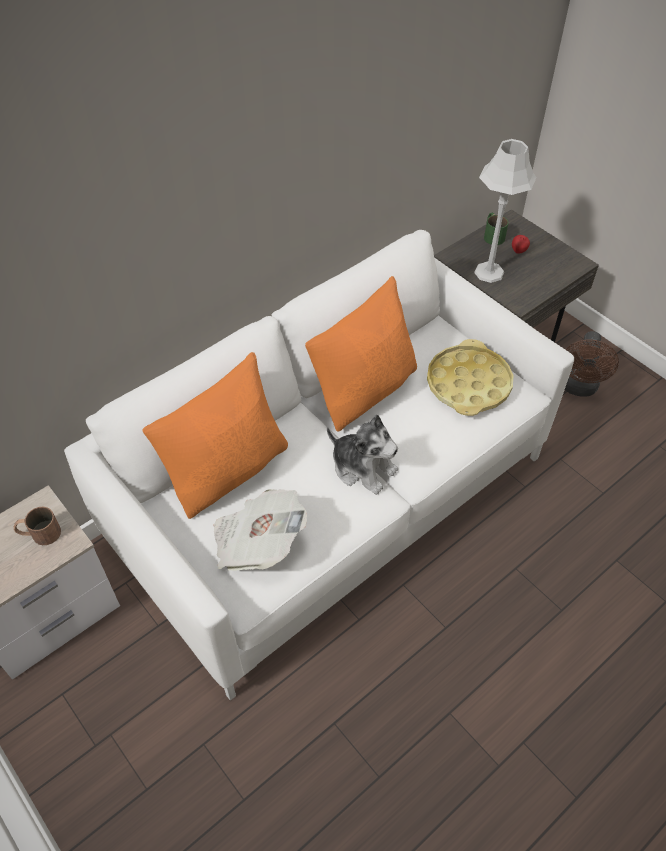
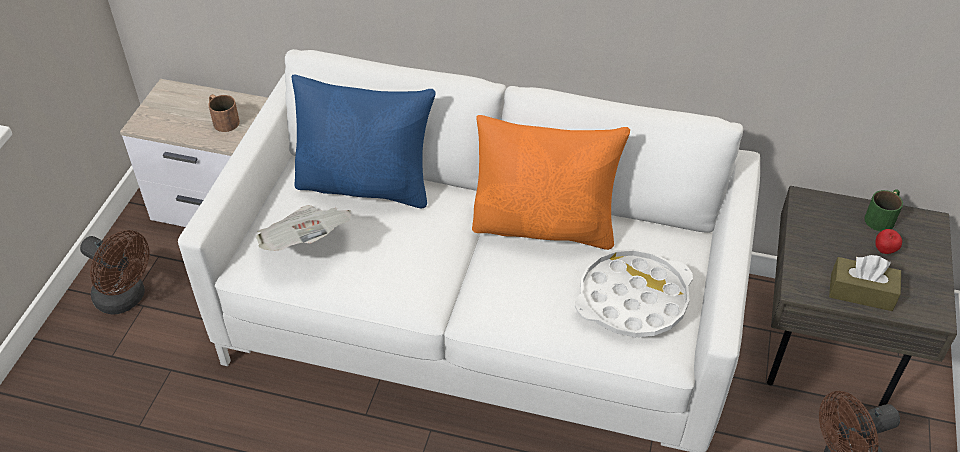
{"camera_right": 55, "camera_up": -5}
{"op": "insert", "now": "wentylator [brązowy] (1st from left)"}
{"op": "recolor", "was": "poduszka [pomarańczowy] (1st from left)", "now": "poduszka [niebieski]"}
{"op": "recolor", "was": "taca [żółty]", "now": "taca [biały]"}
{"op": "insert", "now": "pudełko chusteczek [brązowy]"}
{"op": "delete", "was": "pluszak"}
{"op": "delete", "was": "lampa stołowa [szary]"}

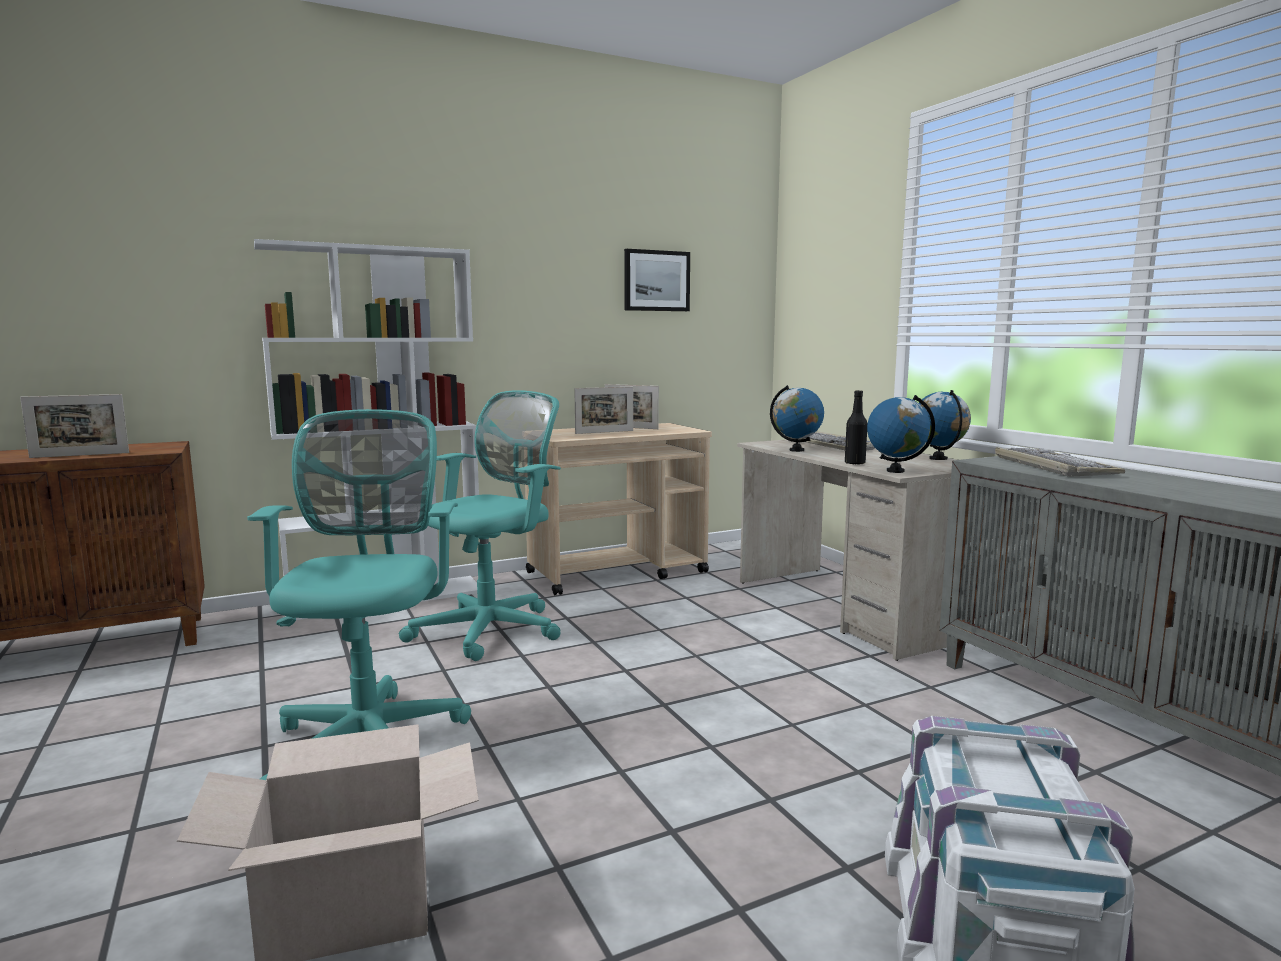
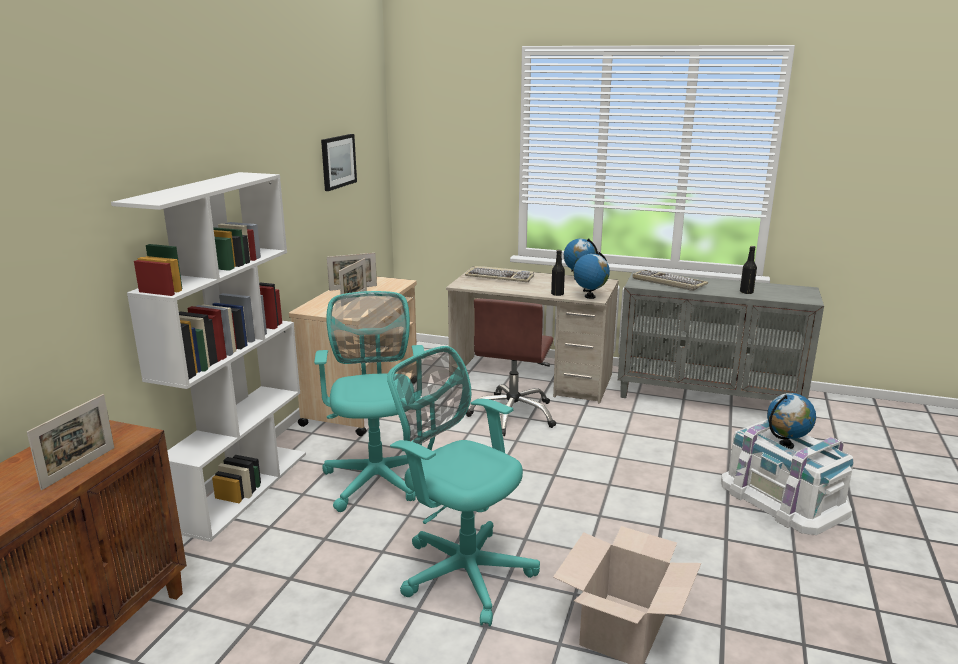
{"camera_right": -45, "camera_up": 10}
{"op": "insert", "now": "krzesło biurowe [brązowy]"}
{"op": "insert", "now": "butelka [czarny] (2nd from left)"}
{"op": "move", "was": "globus (1st from left in the first image)", "now": "globus (3rd from left)"}

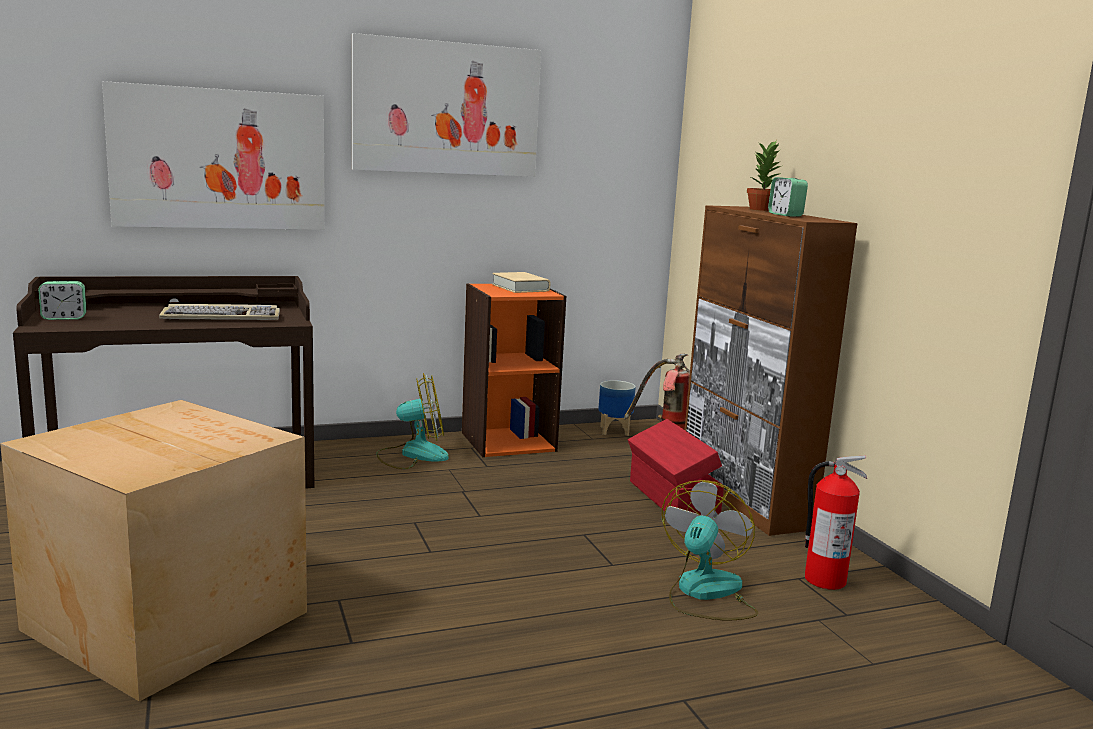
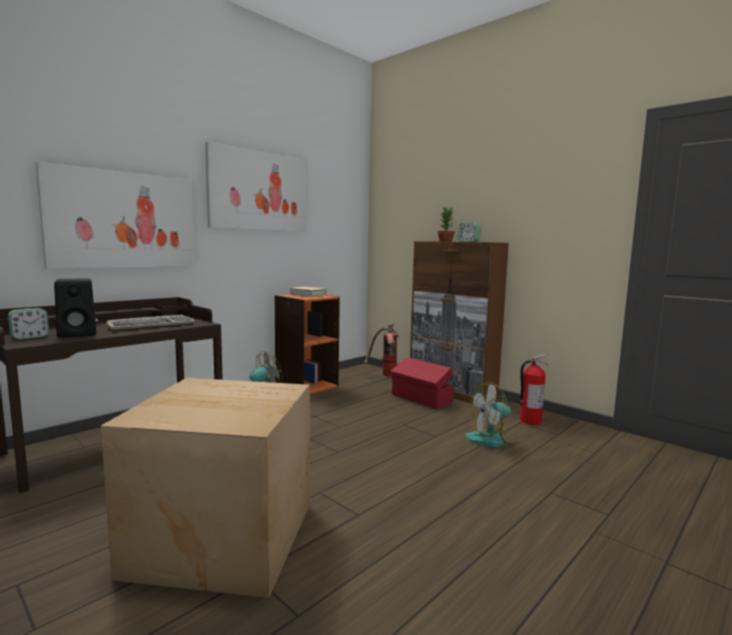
{"camera_right": -25, "camera_up": -5}
{"op": "insert", "now": "głośnik [czarny]"}
{"op": "rotate", "was": "wentylator (2nd from left)", "clockwise": -105}
{"op": "delete", "was": "donica"}

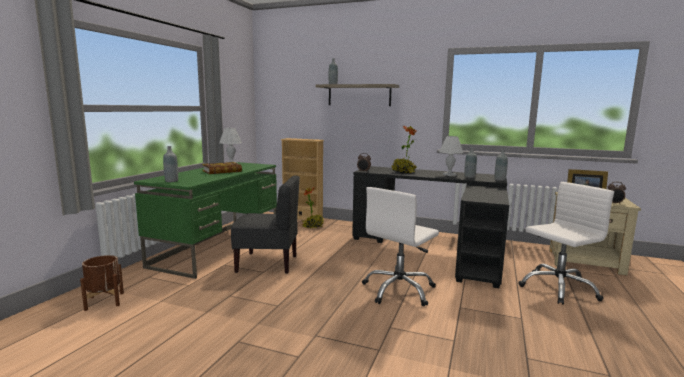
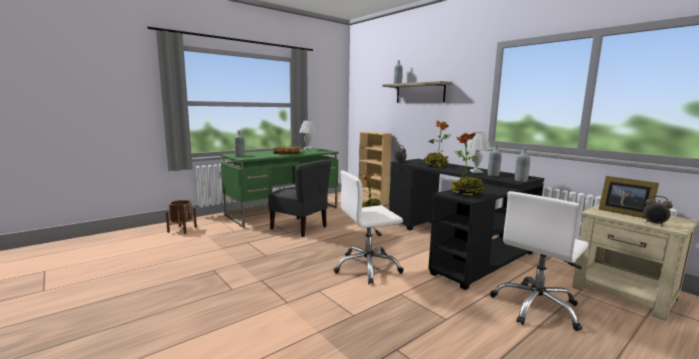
{"camera_right": 30, "camera_up": 0}
{"op": "insert", "now": "roślina doniczkowa (3rd from left)"}
{"op": "rotate", "was": "krzesło biurowe [biały] (2nd from left)", "clockwise": 135}

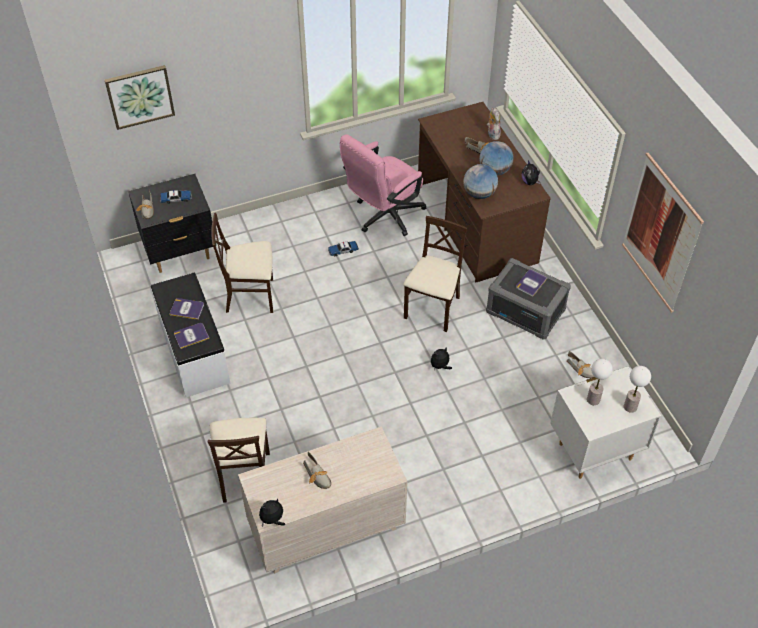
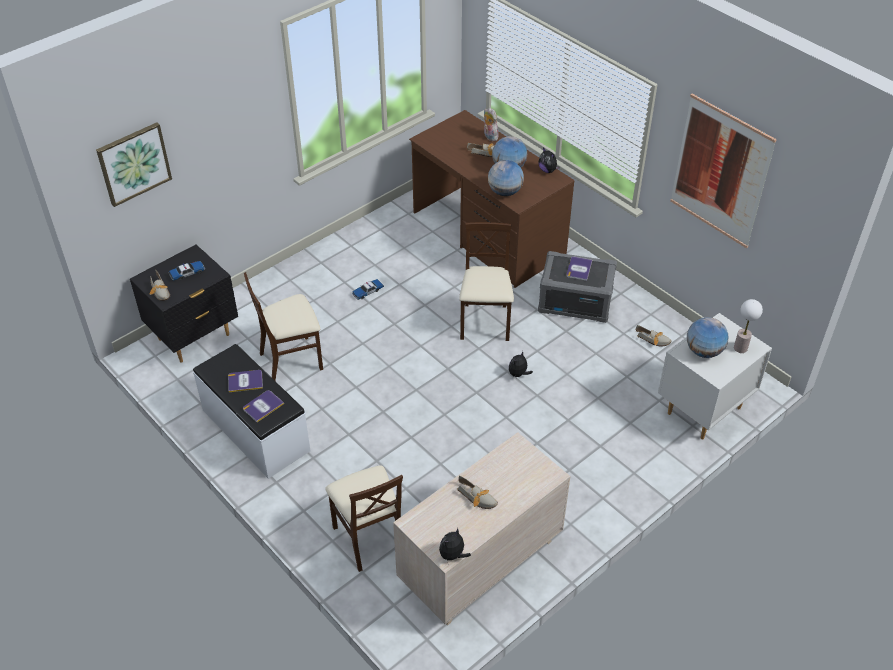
{"camera_right": -20, "camera_up": -5}
{"op": "replace", "was": "lampa stołowa (1st from left)", "now": "globus (3rd from left)"}
{"op": "delete", "was": "krzesło biurowe [różowy]"}

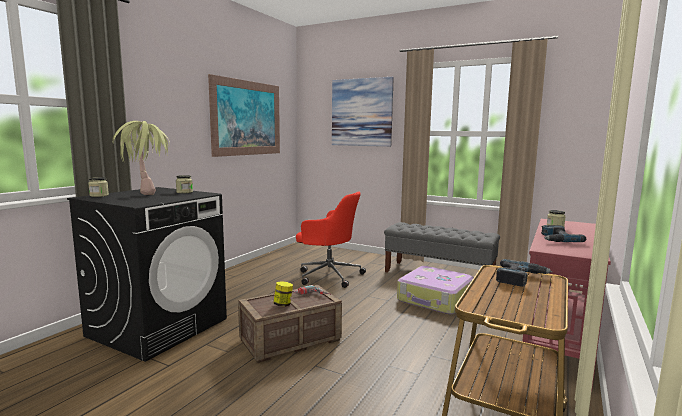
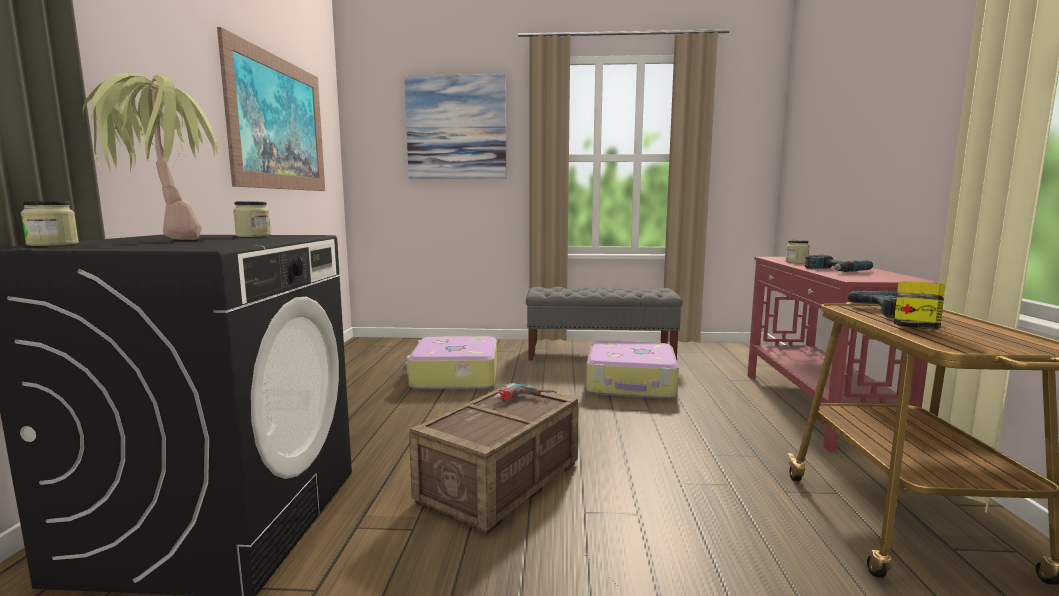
{"camera_right": -25, "camera_up": 0}
{"op": "replace", "was": "krzesło biurowe [czerwony]", "now": "walizka (1st from left)"}
{"op": "move", "was": "słoik (3rd from left in the first image)", "now": "słoik (4th from left)"}

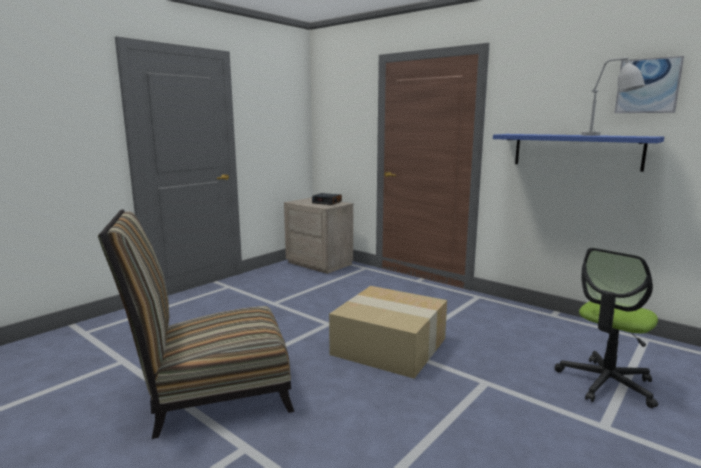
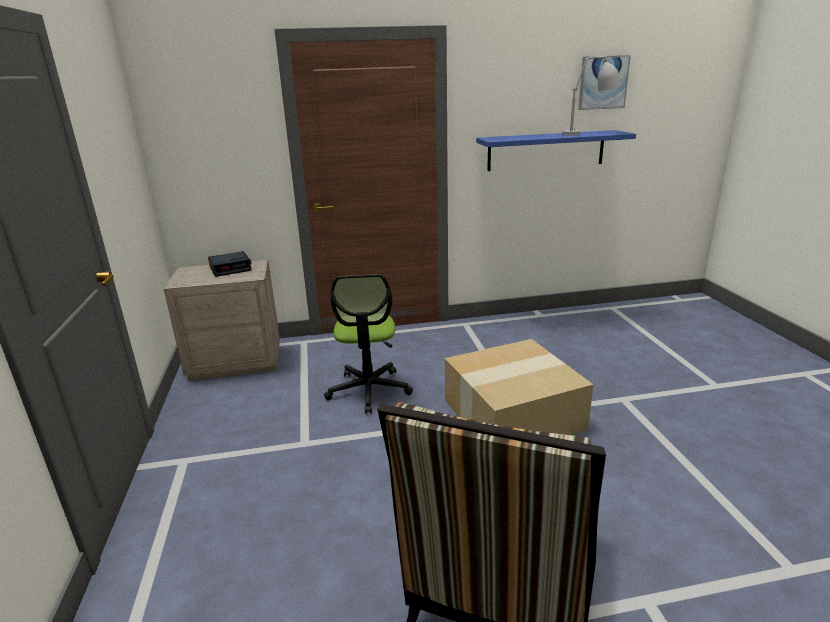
{"camera_right": -50, "camera_up": 10}
{"op": "move", "was": "krzesło biurowe"}

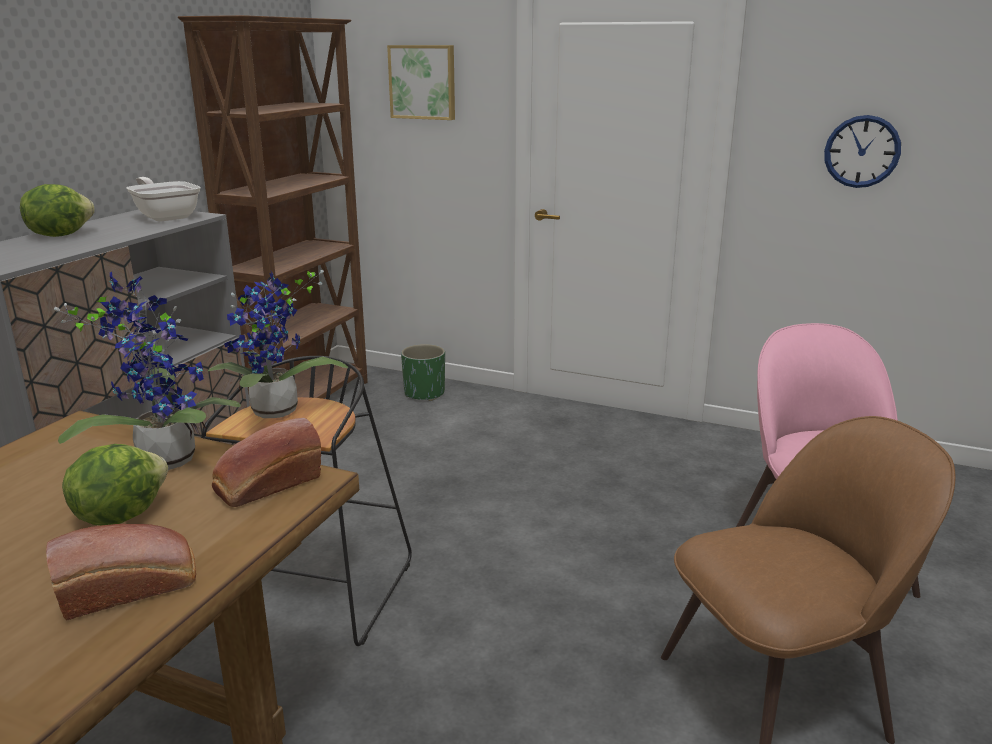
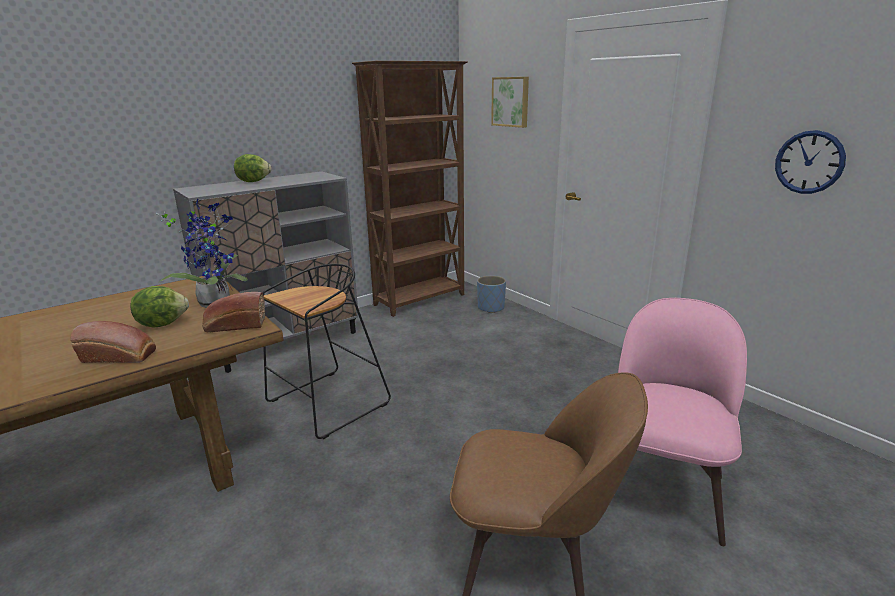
{"camera_right": 30, "camera_up": 0}
{"op": "recolor", "was": "donica [zielony]", "now": "donica [niebieski]"}
{"op": "delete", "was": "patelnia"}
{"op": "delete", "was": "roślina doniczkowa (2nd from left)"}

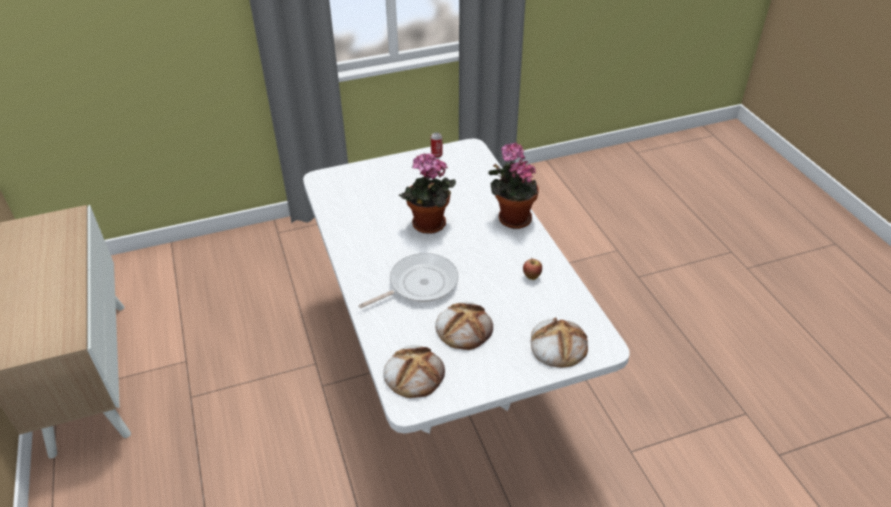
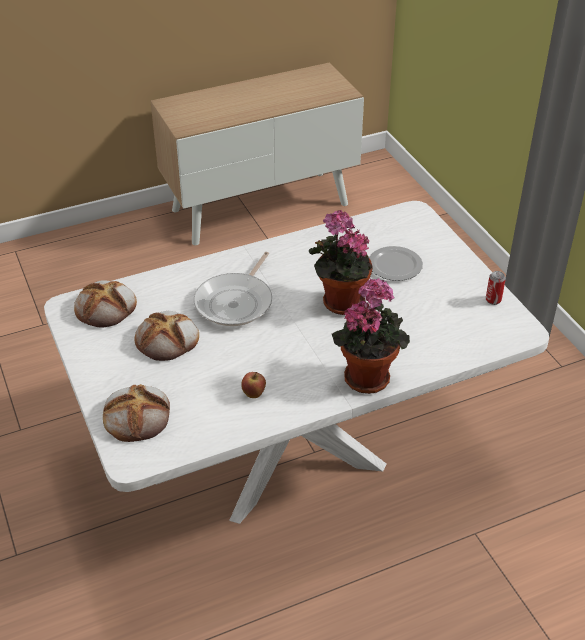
{"camera_right": 85, "camera_up": 0}
{"op": "rotate", "was": "patelnia", "clockwise": 60}
{"op": "insert", "now": "talerz"}

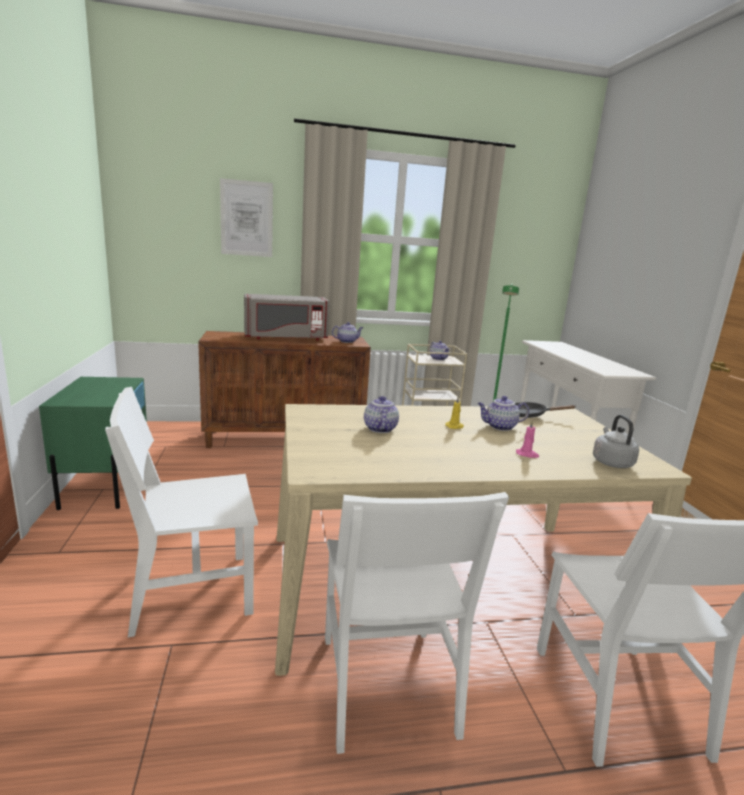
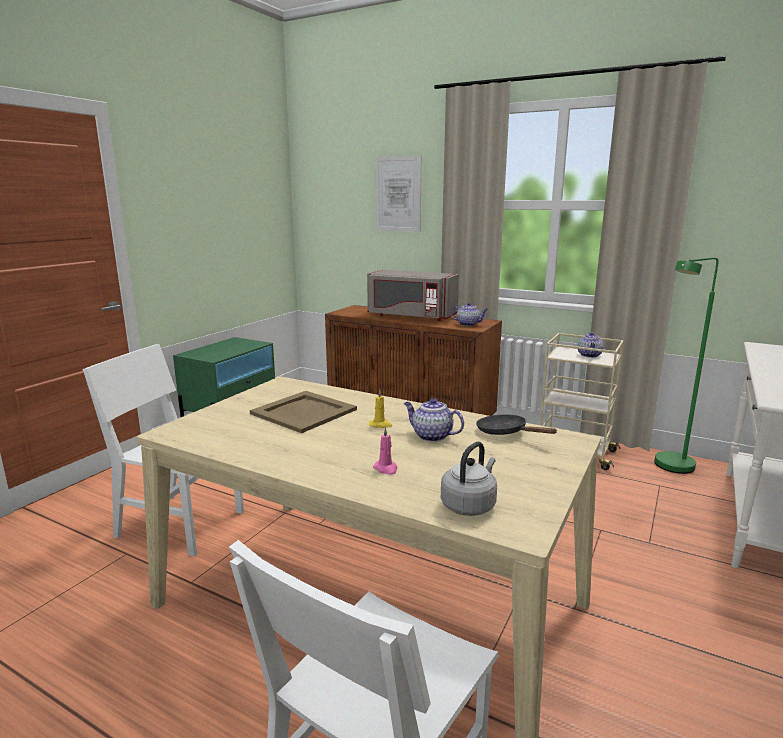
{"camera_right": 40, "camera_up": 0}
{"op": "replace", "was": "imbryk (2nd from left)", "now": "taca [beżowy]"}
{"op": "delete", "was": "krzesło [biały] (2nd from left)"}

